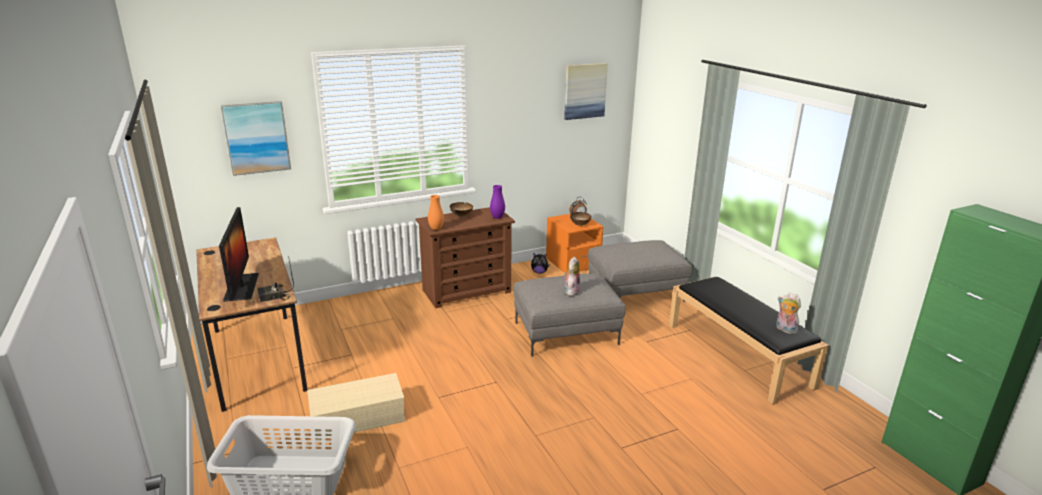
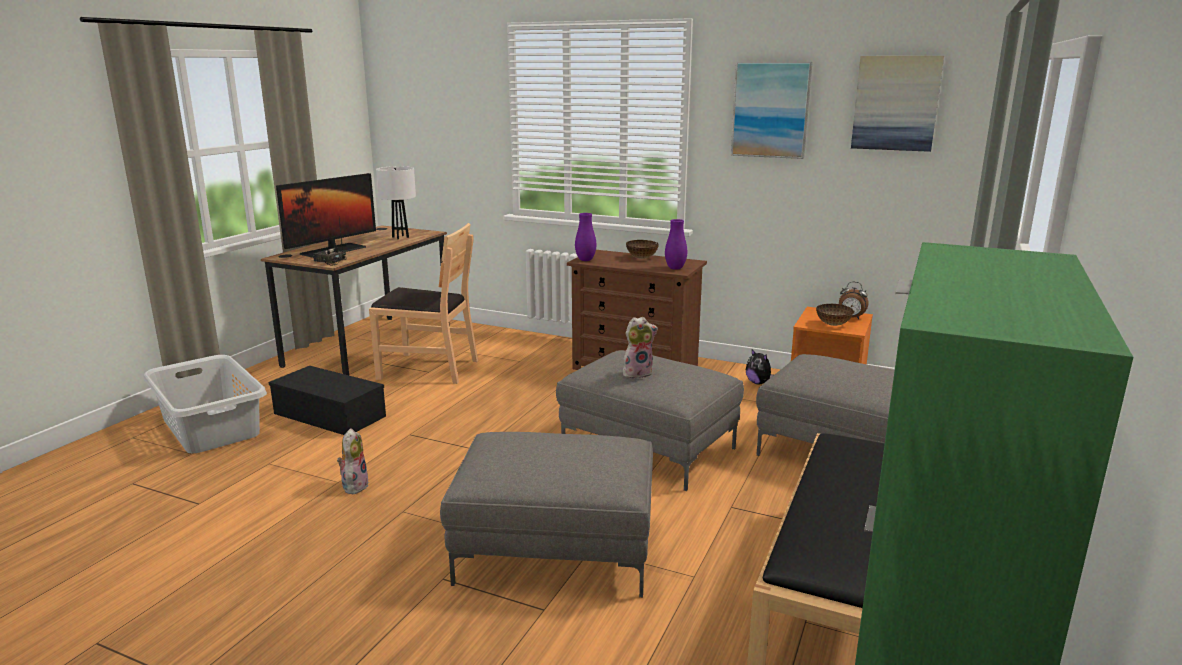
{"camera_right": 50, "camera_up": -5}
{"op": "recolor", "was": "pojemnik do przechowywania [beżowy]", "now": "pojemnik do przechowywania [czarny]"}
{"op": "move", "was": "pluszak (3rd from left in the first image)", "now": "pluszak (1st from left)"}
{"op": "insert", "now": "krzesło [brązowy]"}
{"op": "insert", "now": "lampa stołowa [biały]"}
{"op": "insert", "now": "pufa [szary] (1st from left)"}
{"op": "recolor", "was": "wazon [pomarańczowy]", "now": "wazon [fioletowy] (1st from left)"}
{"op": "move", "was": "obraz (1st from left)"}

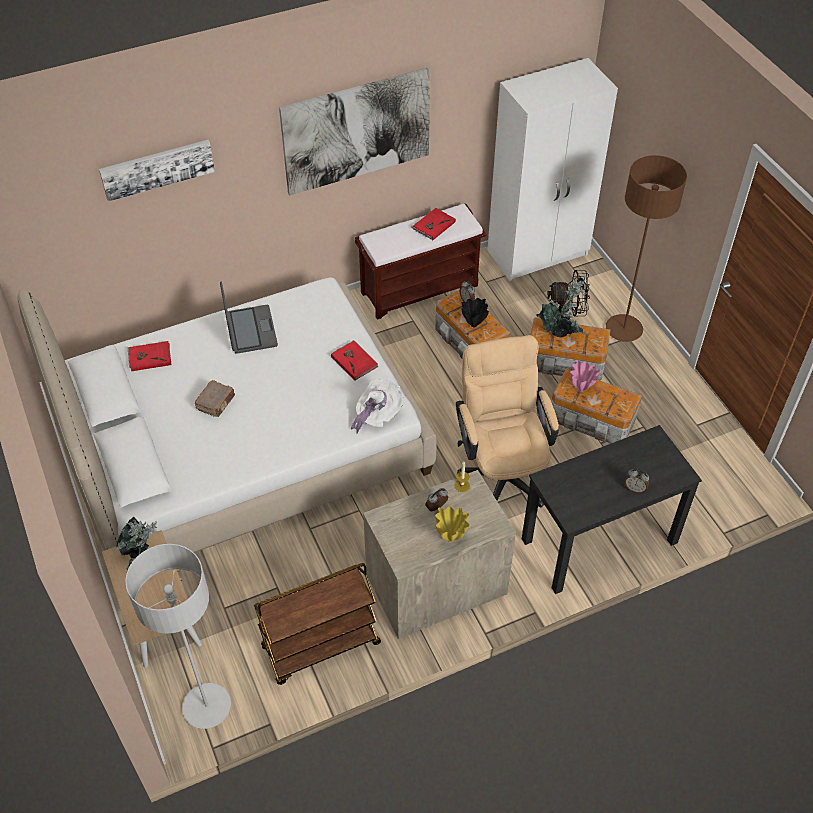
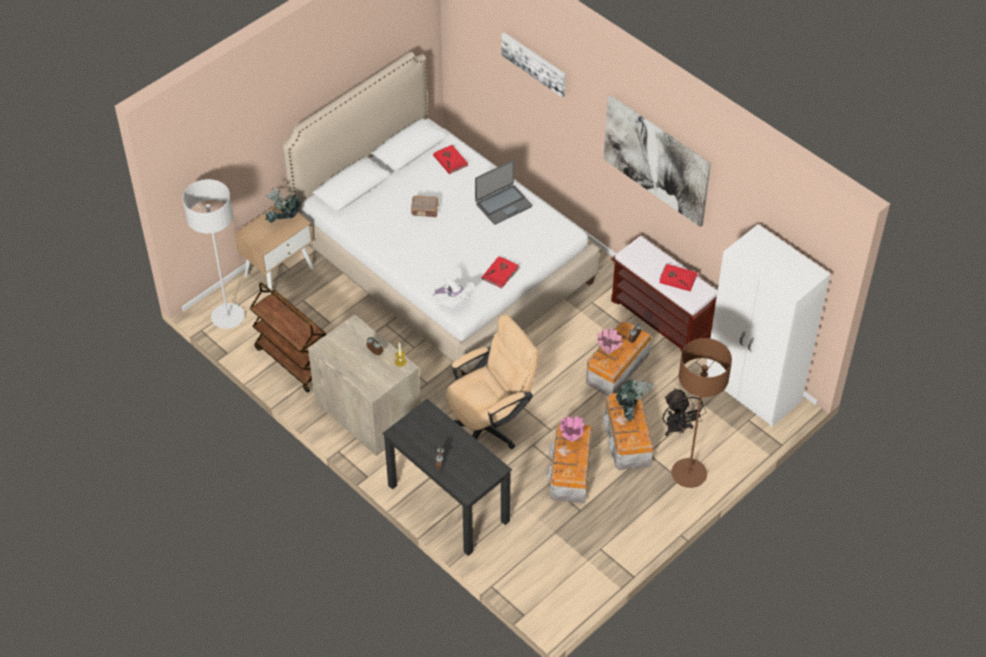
{"camera_right": 70, "camera_up": 0}
{"op": "recolor", "was": "wazon [czarny]", "now": "wazon [różowy] (2nd from left)"}
{"op": "delete", "was": "wazon [żółty]"}

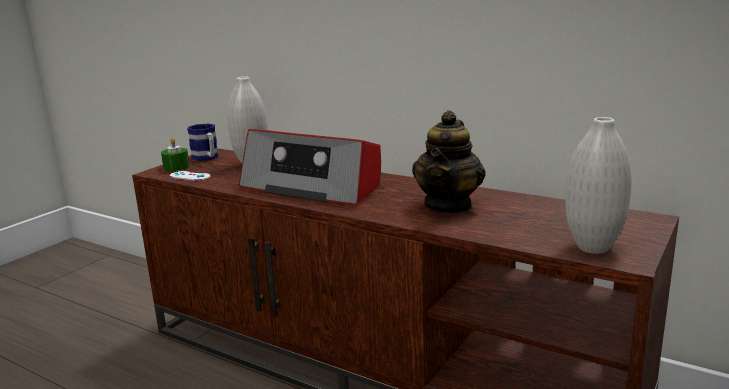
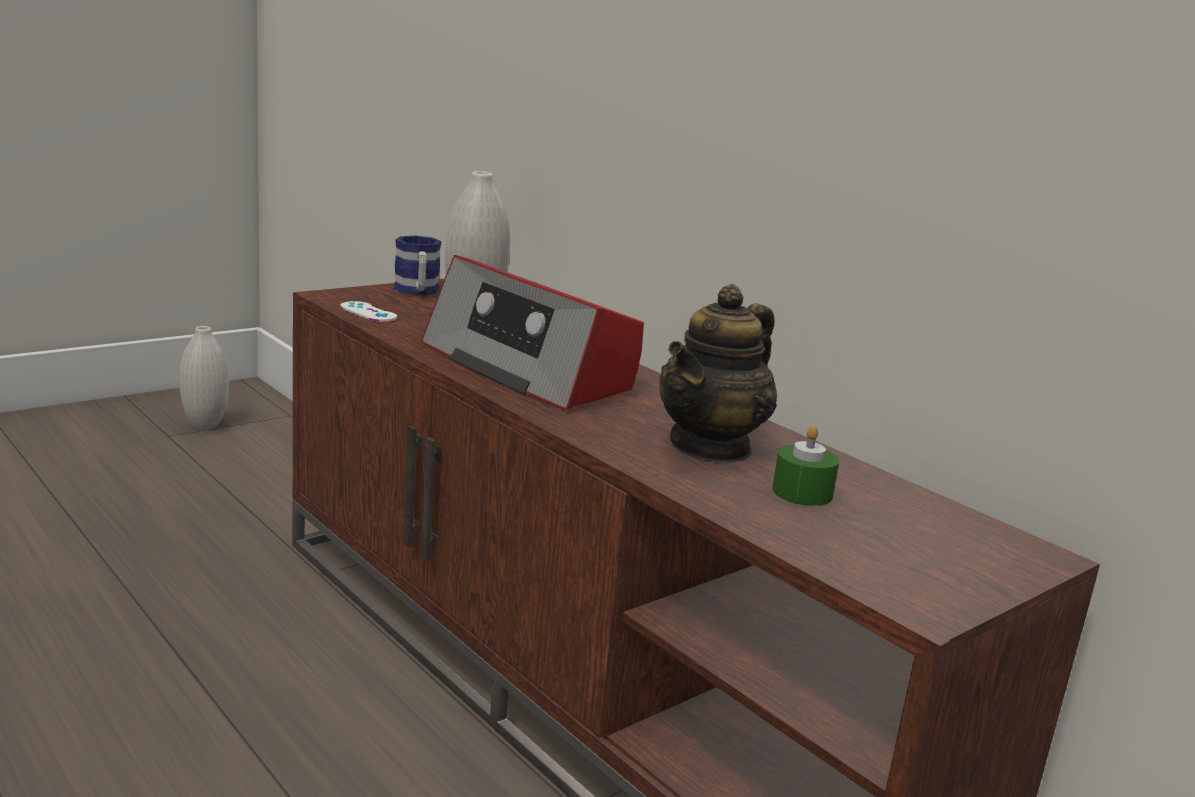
{"camera_right": 15, "camera_up": 0}
{"op": "move", "was": "wazon [biały] (2nd from left in the first image)", "now": "wazon [biały] (1st from left)"}
{"op": "move", "was": "świeca [zielony]"}

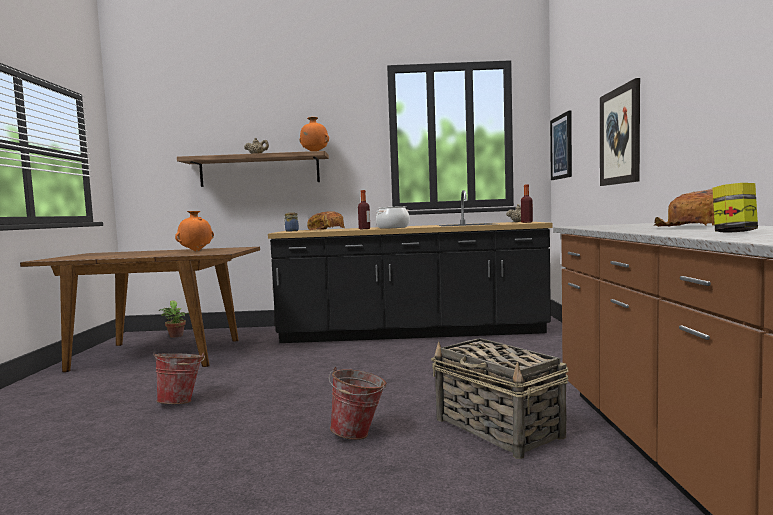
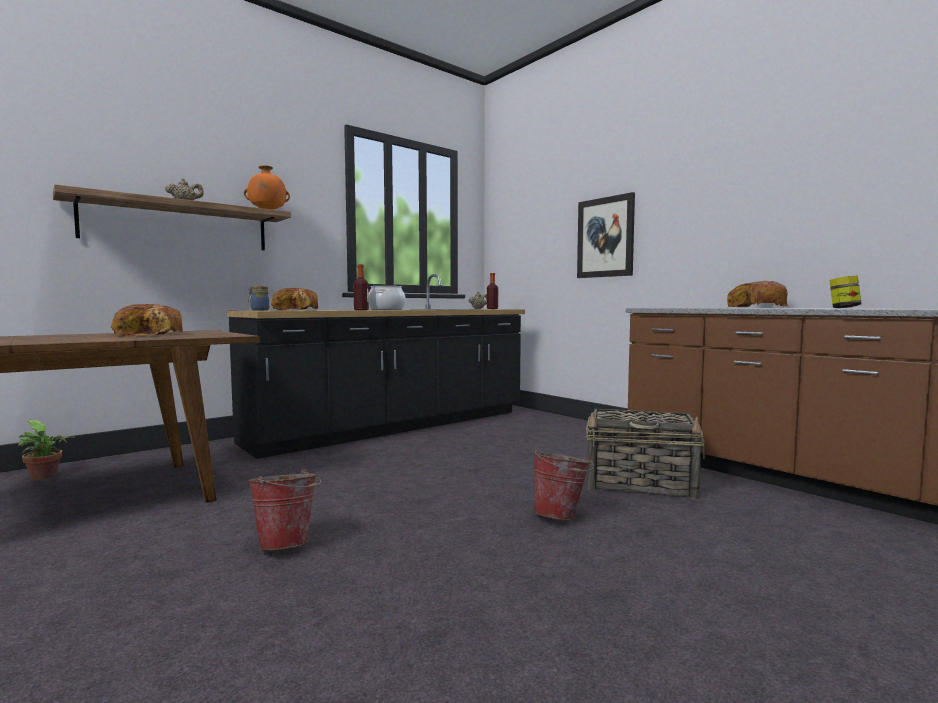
{"camera_right": -40, "camera_up": 0}
{"op": "replace", "was": "wazon [pomarańczowy] (1st from left)", "now": "chleb (1st from left)"}
{"op": "delete", "was": "obraz (1st from left)"}

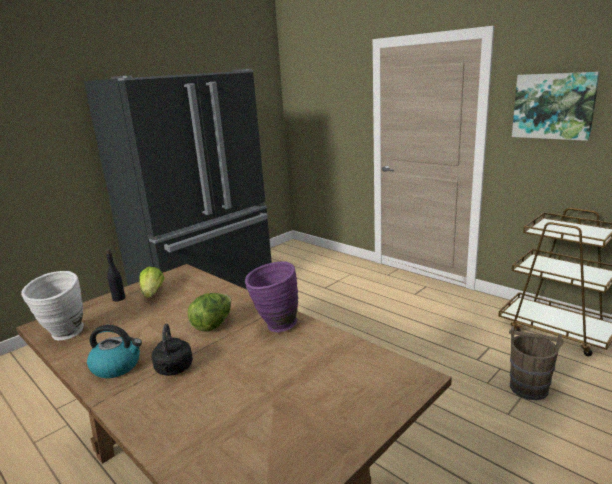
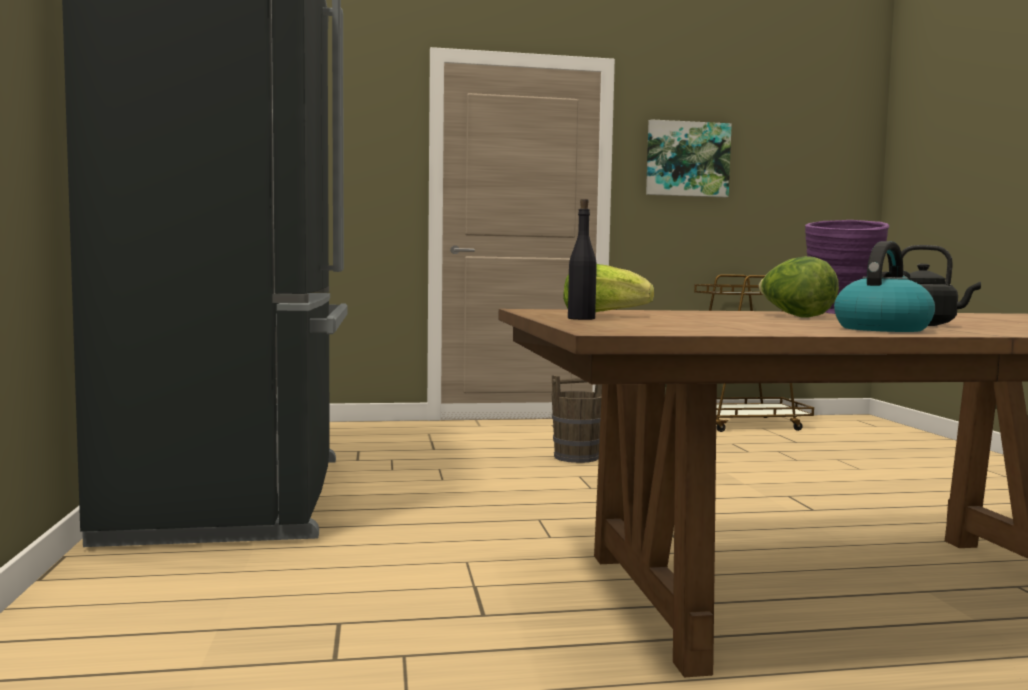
{"camera_right": -55, "camera_up": -15}
{"op": "move", "was": "wiadro [brązowy]"}
{"op": "delete", "was": "wazon [biały]"}

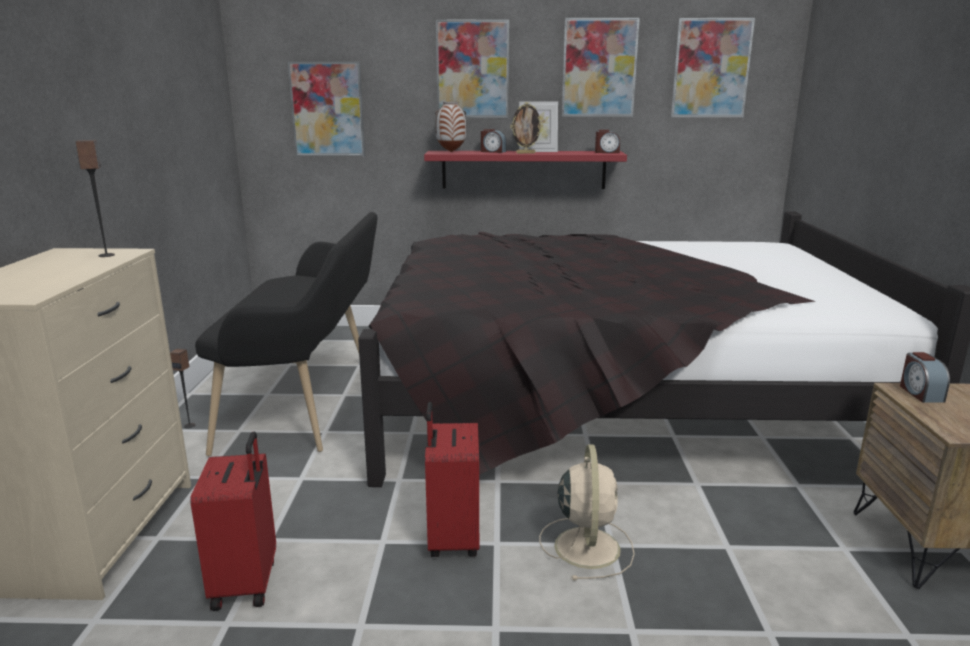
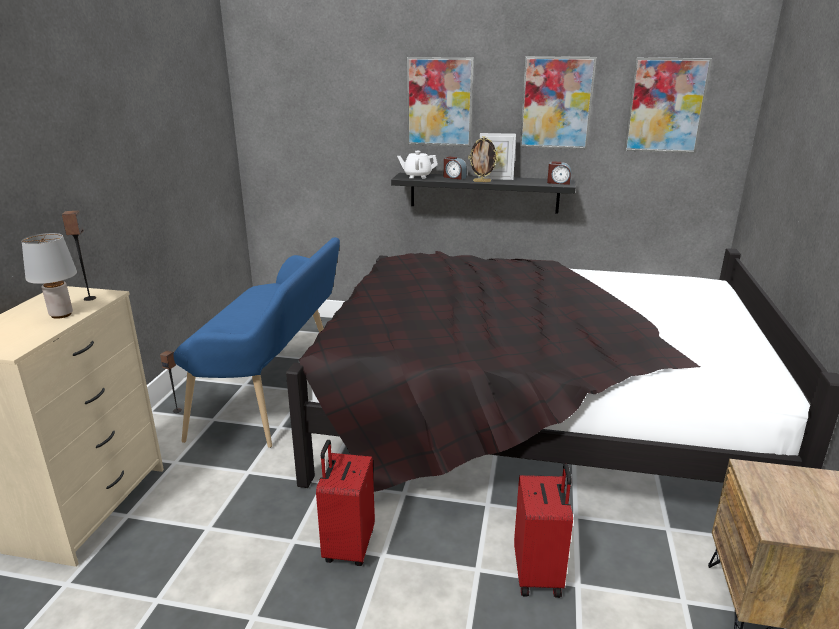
{"camera_right": 10, "camera_up": 5}
{"op": "insert", "now": "lampa stołowa [szary]"}
{"op": "recolor", "was": "ławka [czarny]", "now": "ławka [niebieski]"}
{"op": "recolor", "was": "półka [czerwony]", "now": "półka [czarny]"}
{"op": "replace", "was": "wazon", "now": "imbryk [biały]"}
{"op": "move", "was": "walizka [czerwony] (1st from left in the first image)", "now": "walizka [czerwony] (2nd from left)"}
{"op": "delete", "was": "obraz (1st from left)"}
{"op": "delete", "was": "wentylator [beżowy]"}
{"op": "delete", "was": "budzik (3rd from left)"}

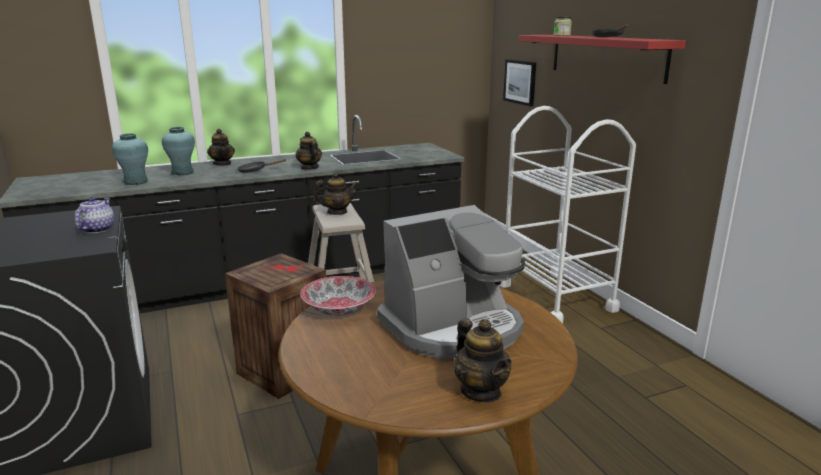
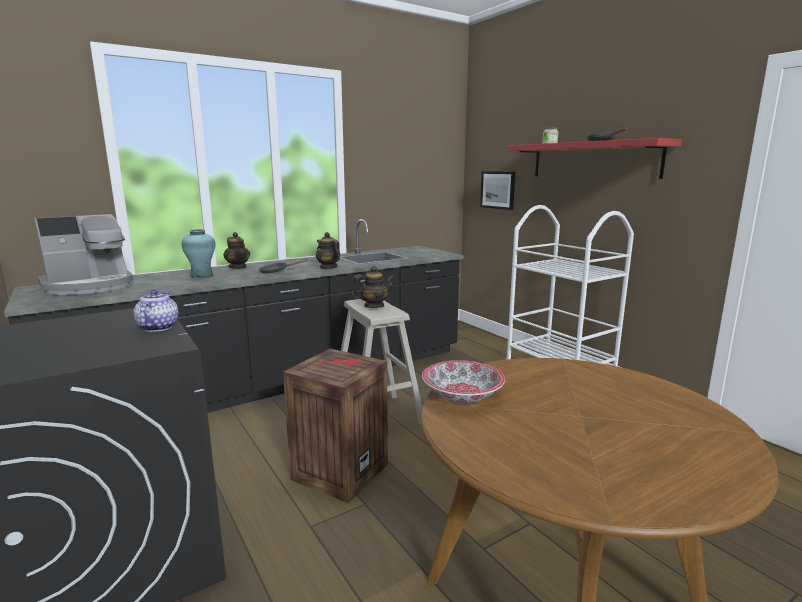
{"camera_right": -10, "camera_up": -5}
{"op": "move", "was": "ekspres do kawy"}
{"op": "delete", "was": "wazon [turkusowy] (1st from left)"}
{"op": "delete", "was": "imbryk (5th from left)"}

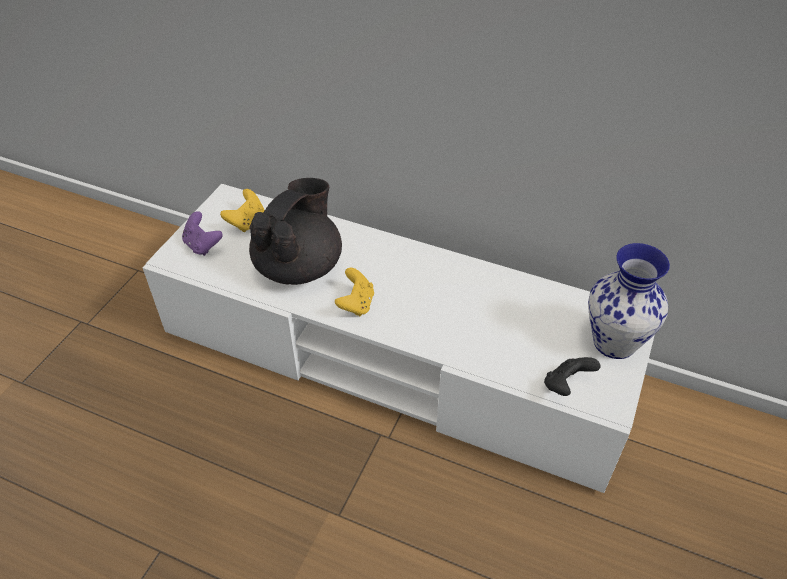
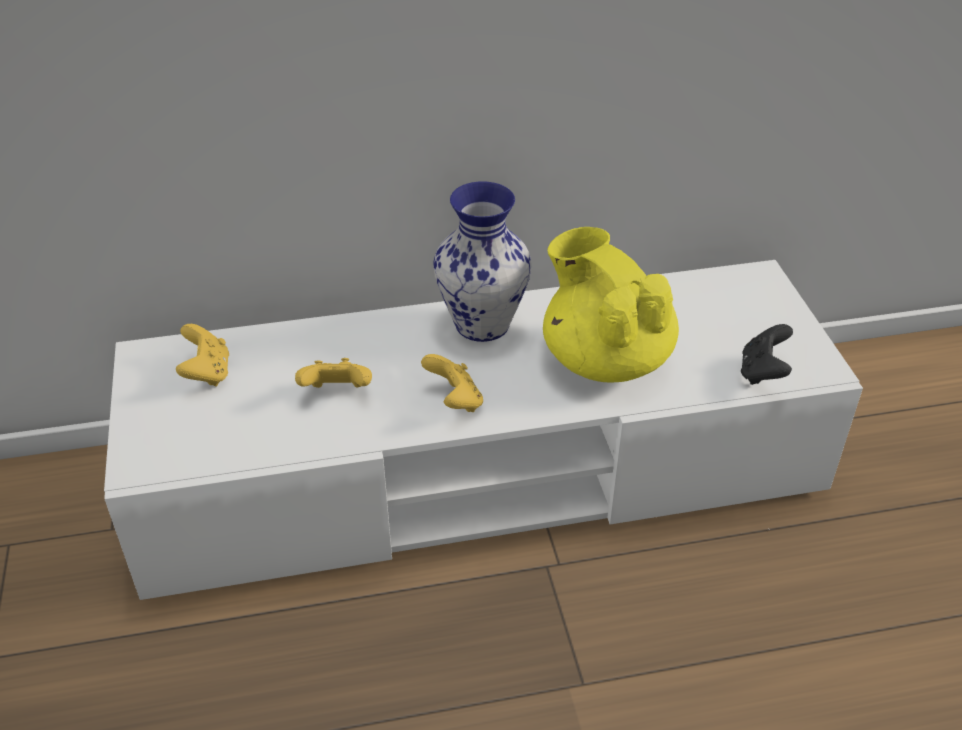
{"camera_right": -35, "camera_up": -5}
{"op": "replace", "was": "imbryk [czarny]", "now": "pad do gier [żółty] (2nd from left)"}
{"op": "move", "was": "wazon"}
{"op": "insert", "now": "imbryk [żółty]"}
{"op": "delete", "was": "pad do gier [fioletowy]"}

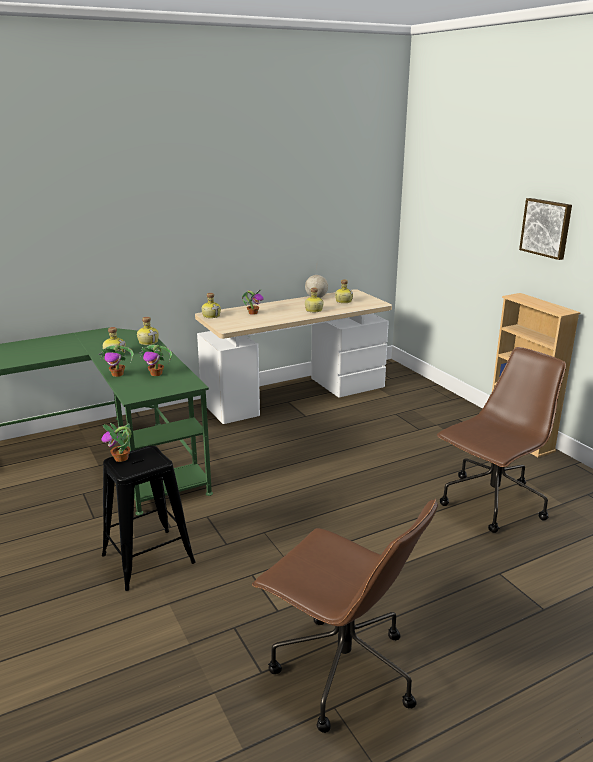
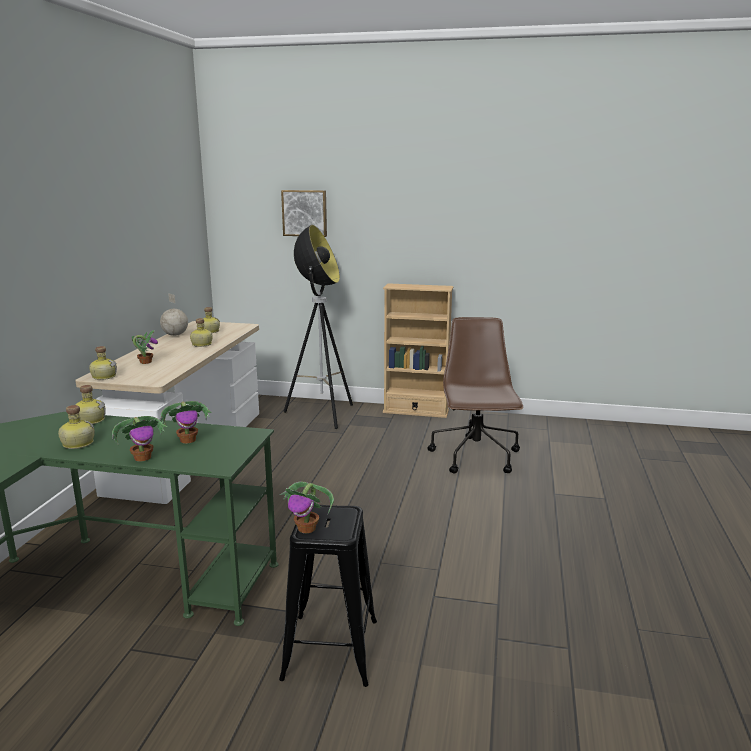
{"camera_right": -50, "camera_up": -5}
{"op": "move", "was": "obraz"}
{"op": "insert", "now": "lampa stojąca"}
{"op": "delete", "was": "krzesło biurowe [brązowy] (1st from left)"}

